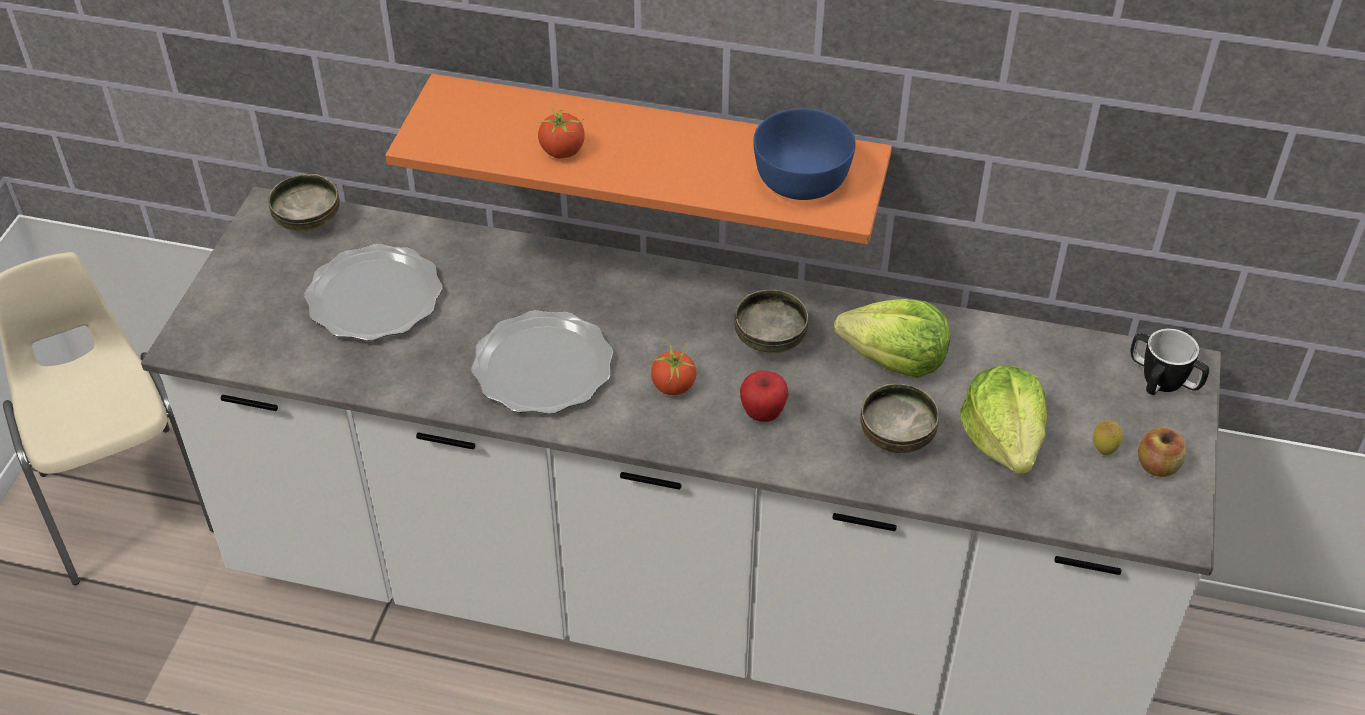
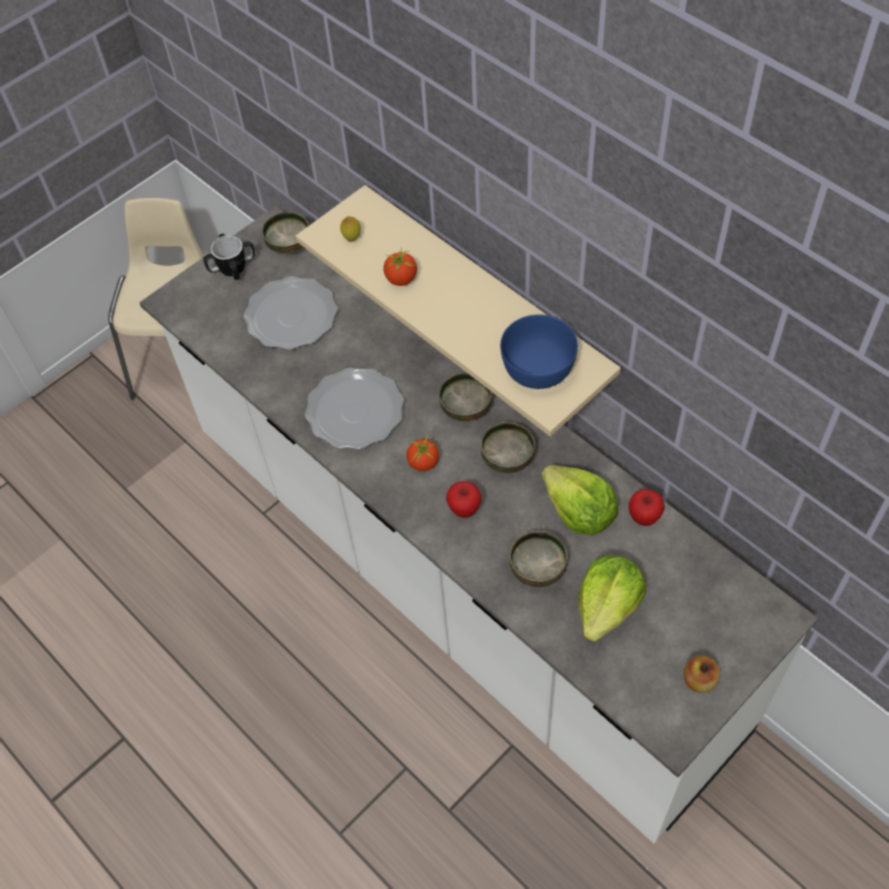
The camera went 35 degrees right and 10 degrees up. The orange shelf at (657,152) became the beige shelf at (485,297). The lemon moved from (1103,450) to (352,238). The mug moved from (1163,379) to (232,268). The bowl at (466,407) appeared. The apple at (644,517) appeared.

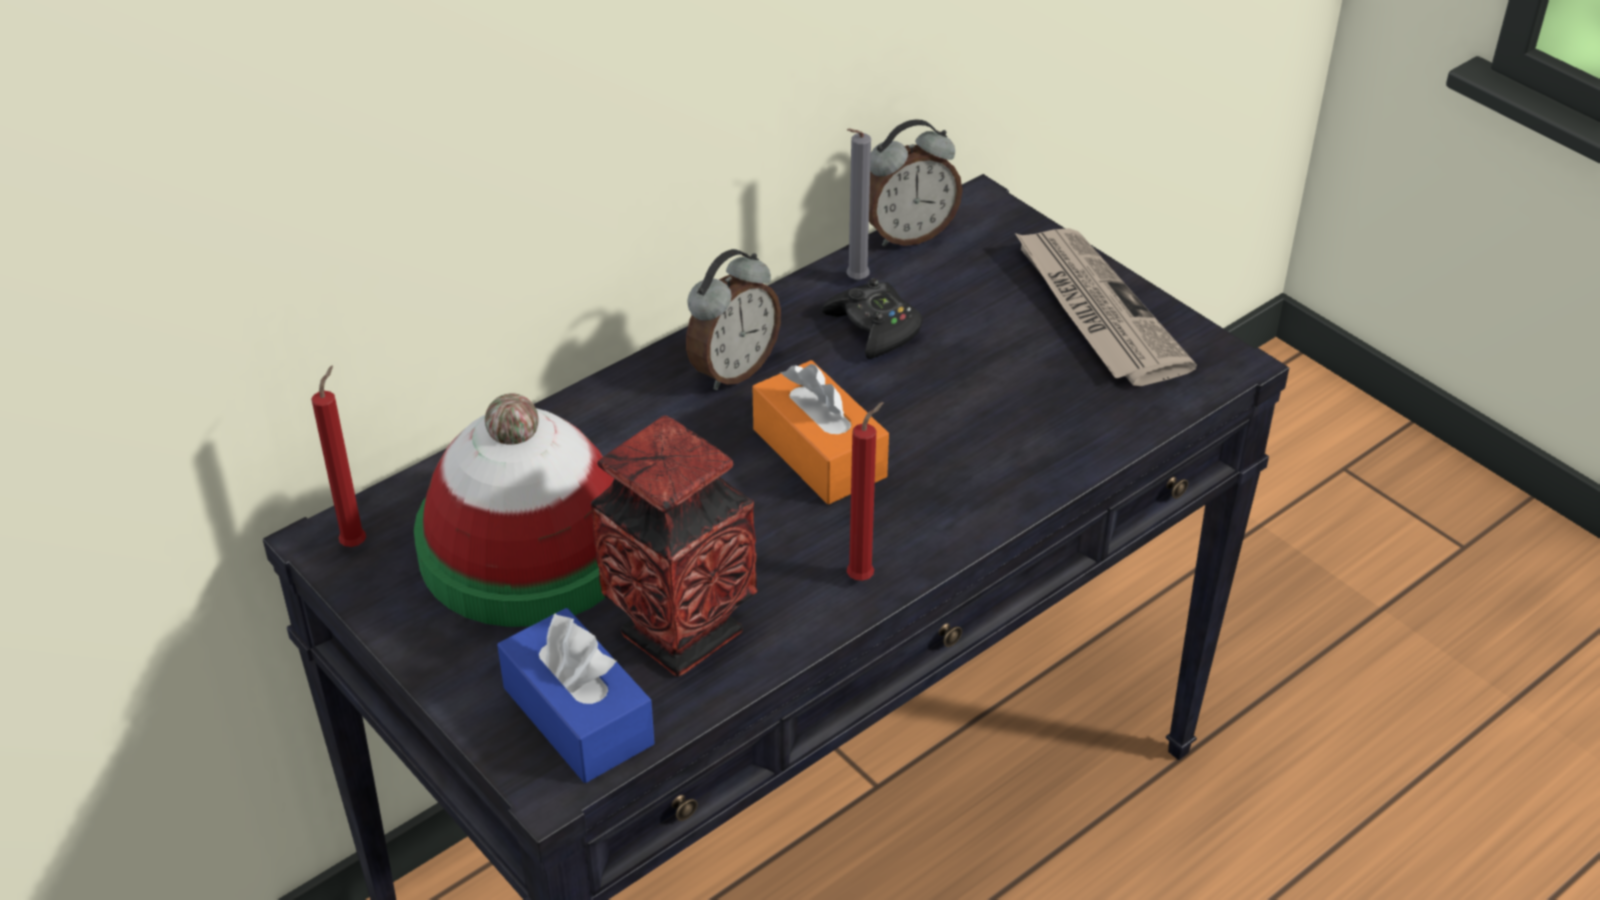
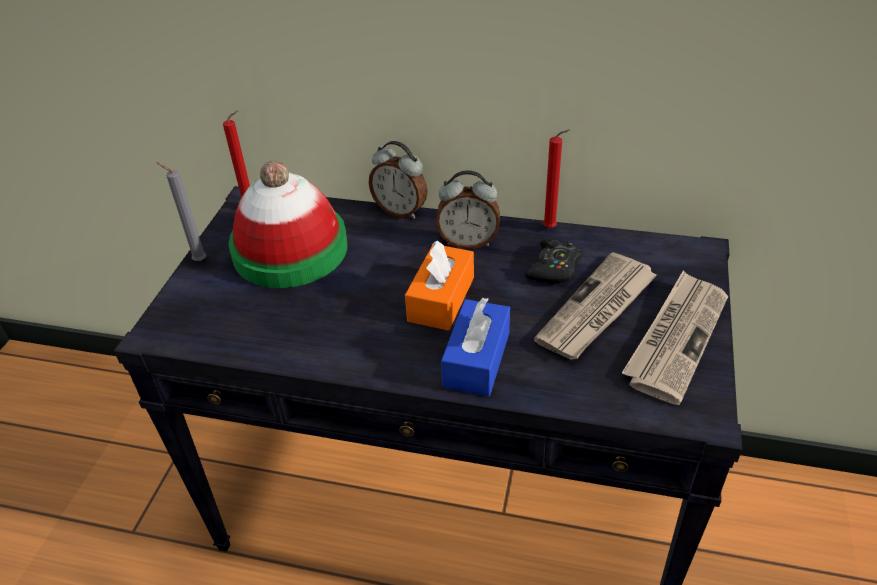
The camera went 55 degrees right and 0 degrees up. The blue tissue box moved from (578,716) to (476,359). The vase at (680,634) disappeared. The grey candle moved from (854,282) to (198,260). The red candle moved from (864,577) to (551,228). The alarm clock moved from (908,234) to (401,210). The newspaper at (597,310) appeared.

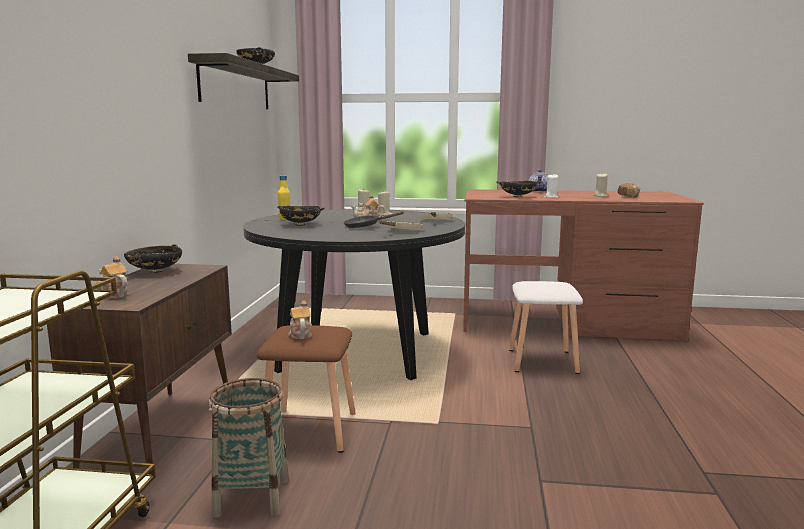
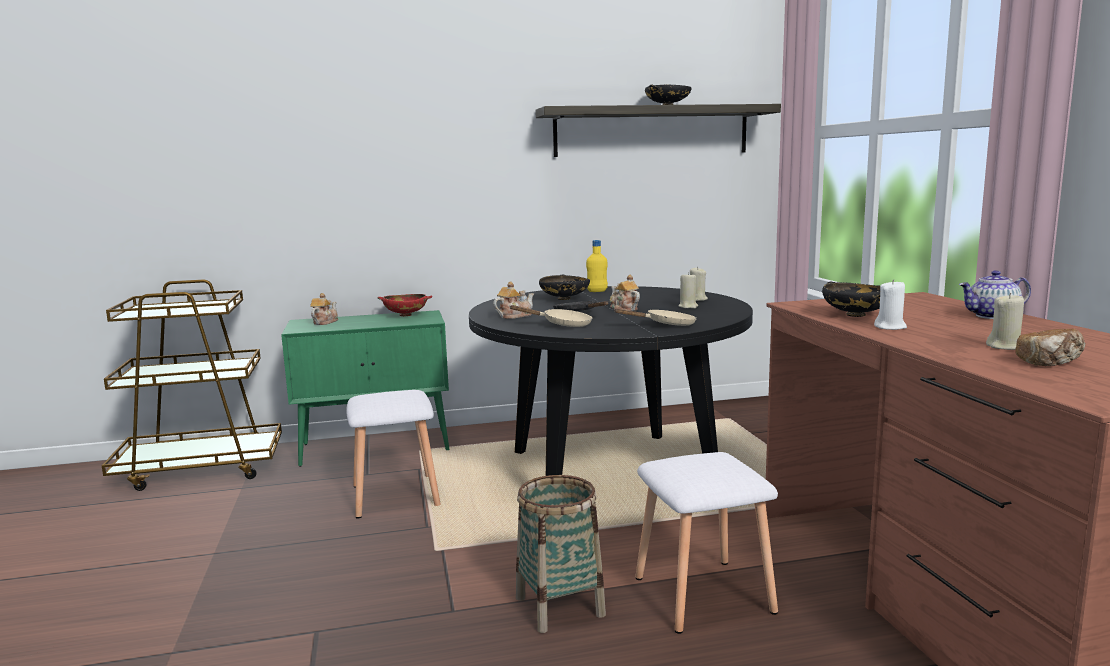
The camera went 70 degrees right and 0 degrees up. The brown cabinet at (162,430) became the green cabinet at (377,447). The black bowl at (154,271) became the red bowl at (405,315). The basket moved from (252,497) to (560,606). The brown stool at (308,431) became the white stool at (394,495). The teapot moved from (300,334) to (514,316).

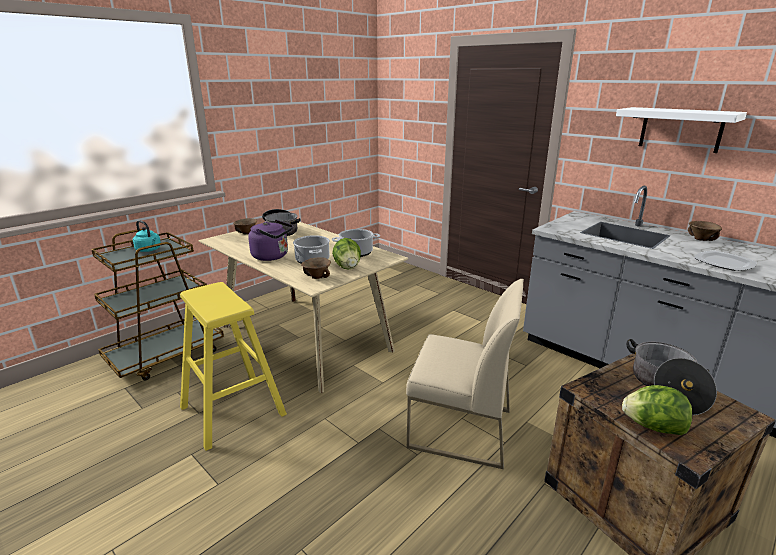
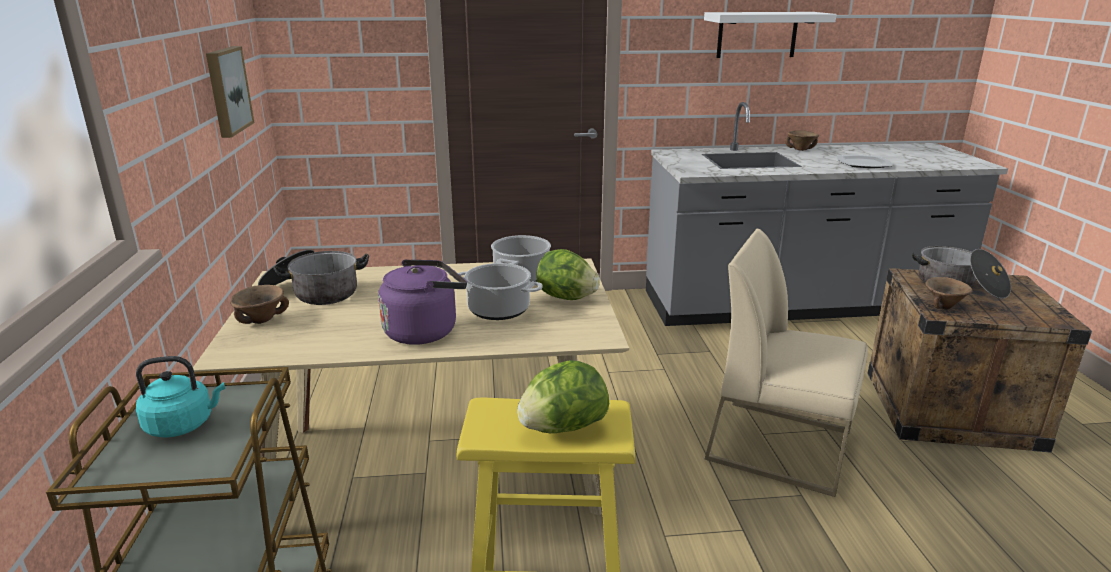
The camera went 50 degrees left and 0 degrees up. The brown bowl moved from (317,277) to (943,306). The beige chair at (459,429) turned 120 degrees counterclockwise. The lettuce moved from (652,427) to (563,428). The picture at (226,90) appeared.

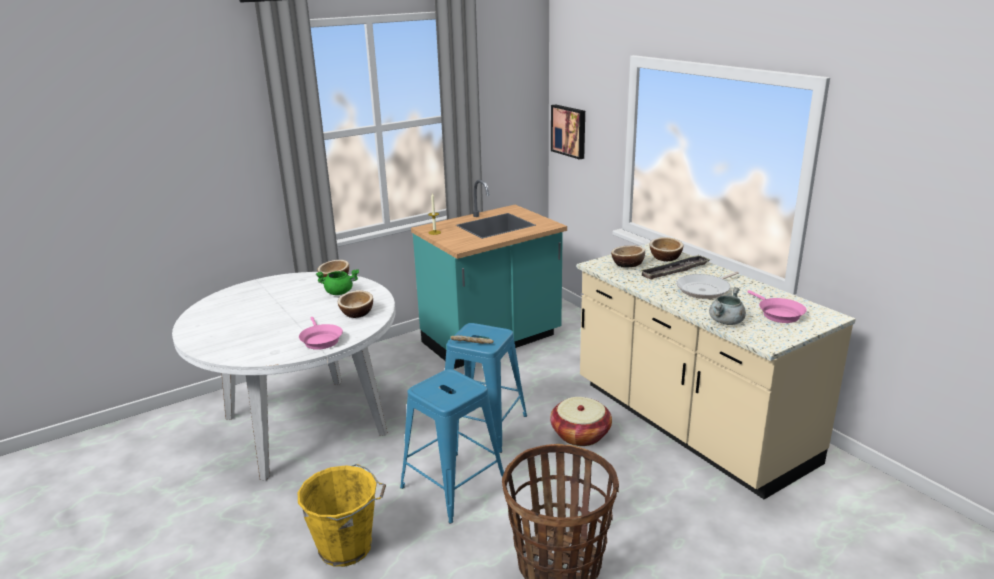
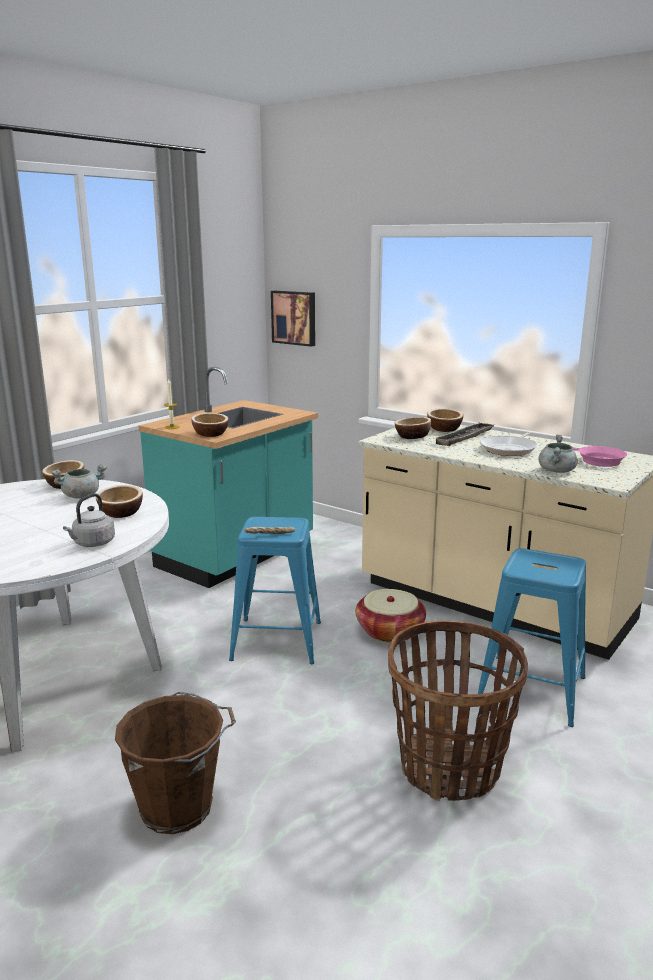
The camera went 20 degrees left and 5 degrees down. The yellow bucket at (348,547) became the brown bucket at (180,807). The pink frying pan at (320,340) was replaced by the grey kettle at (92,543). The green cooking pot at (339,292) became the grey cooking pot at (81,496). The blue stool moved from (454,486) to (532,689). The bowl at (210,434) appeared.

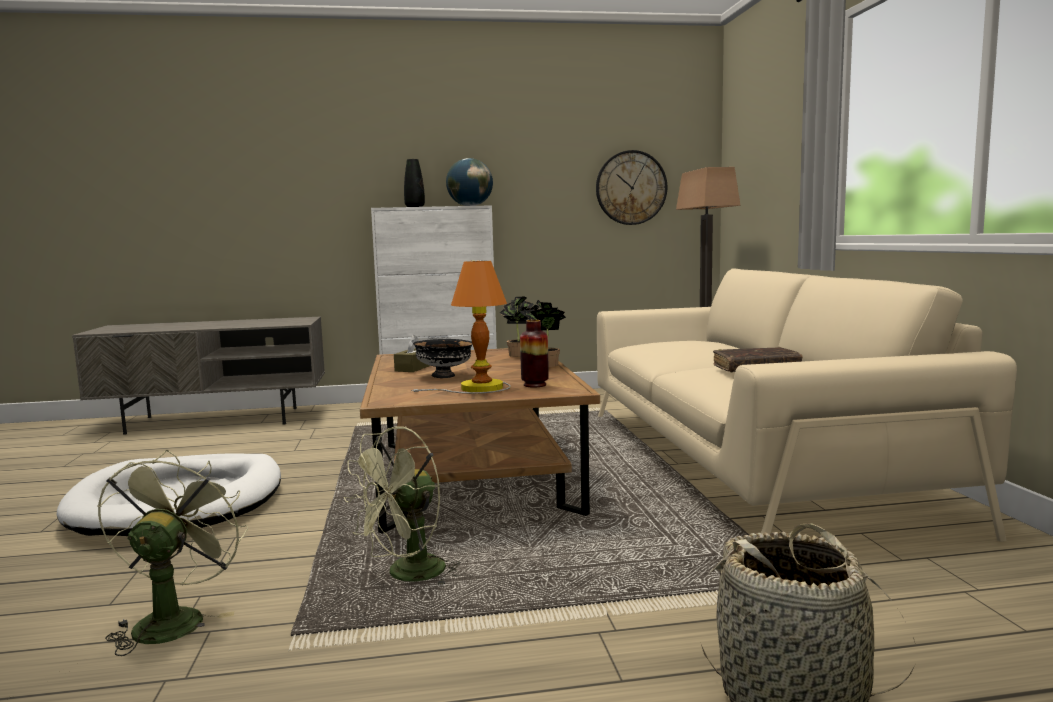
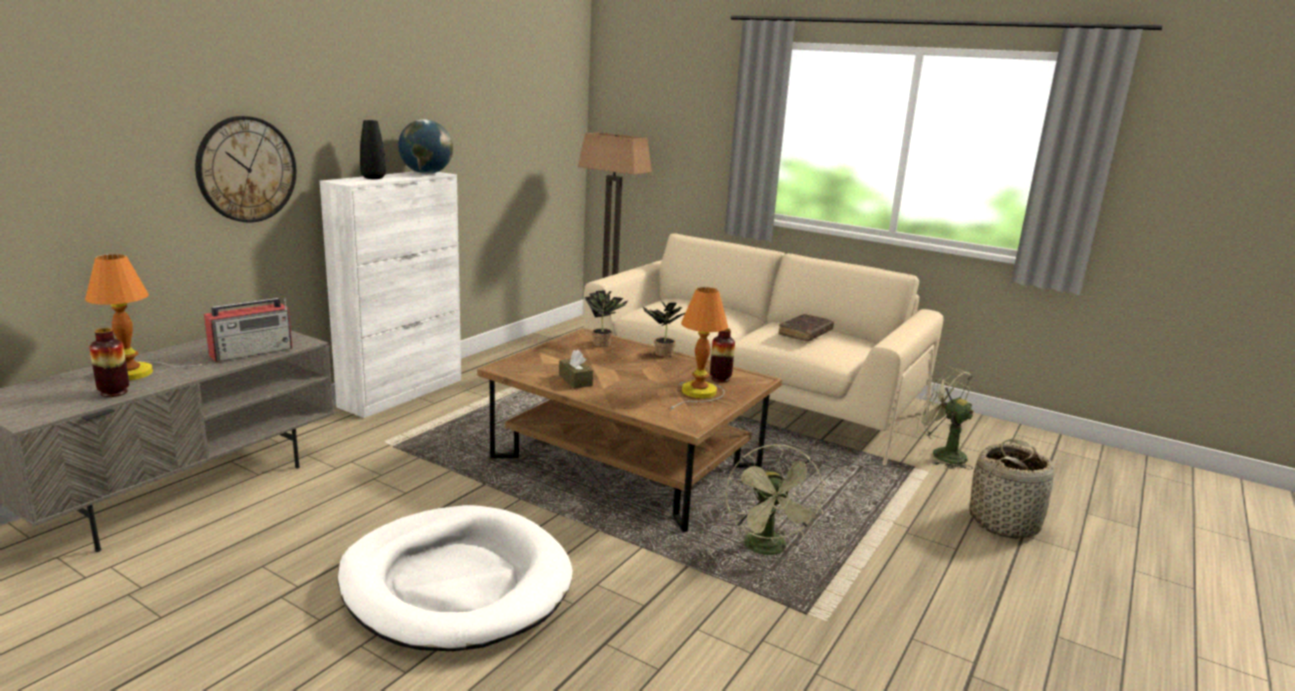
The camera went 50 degrees left and 10 degrees up. The green fan moved from (173,619) to (941,454). The black bowl at (444,376) disappeared. The wall clock moved from (631,188) to (246,169). The table lamp at (135,372) appeared. The vase at (114,392) appeared. The radio at (253,352) appeared.

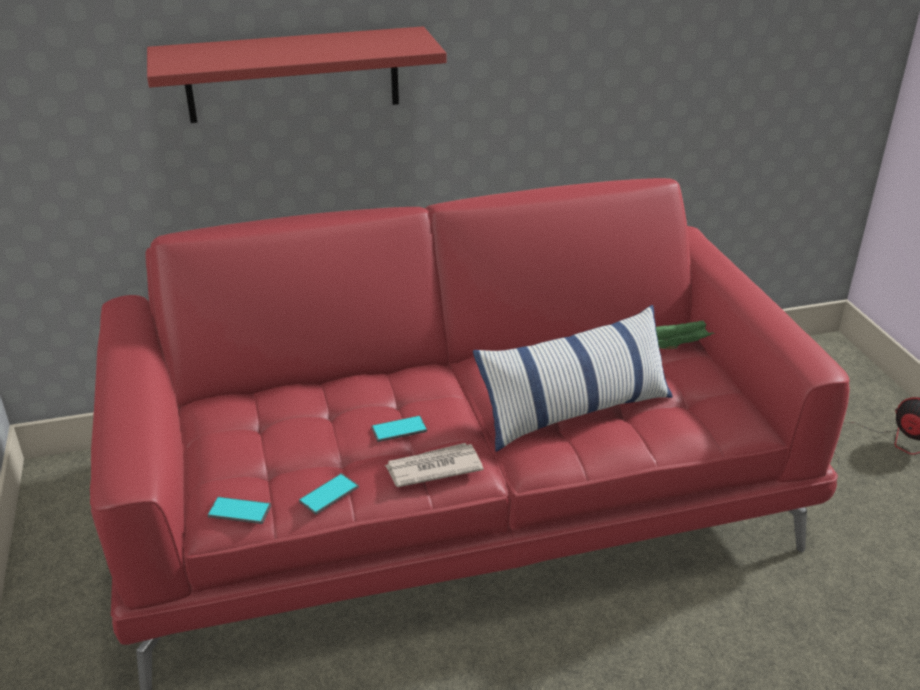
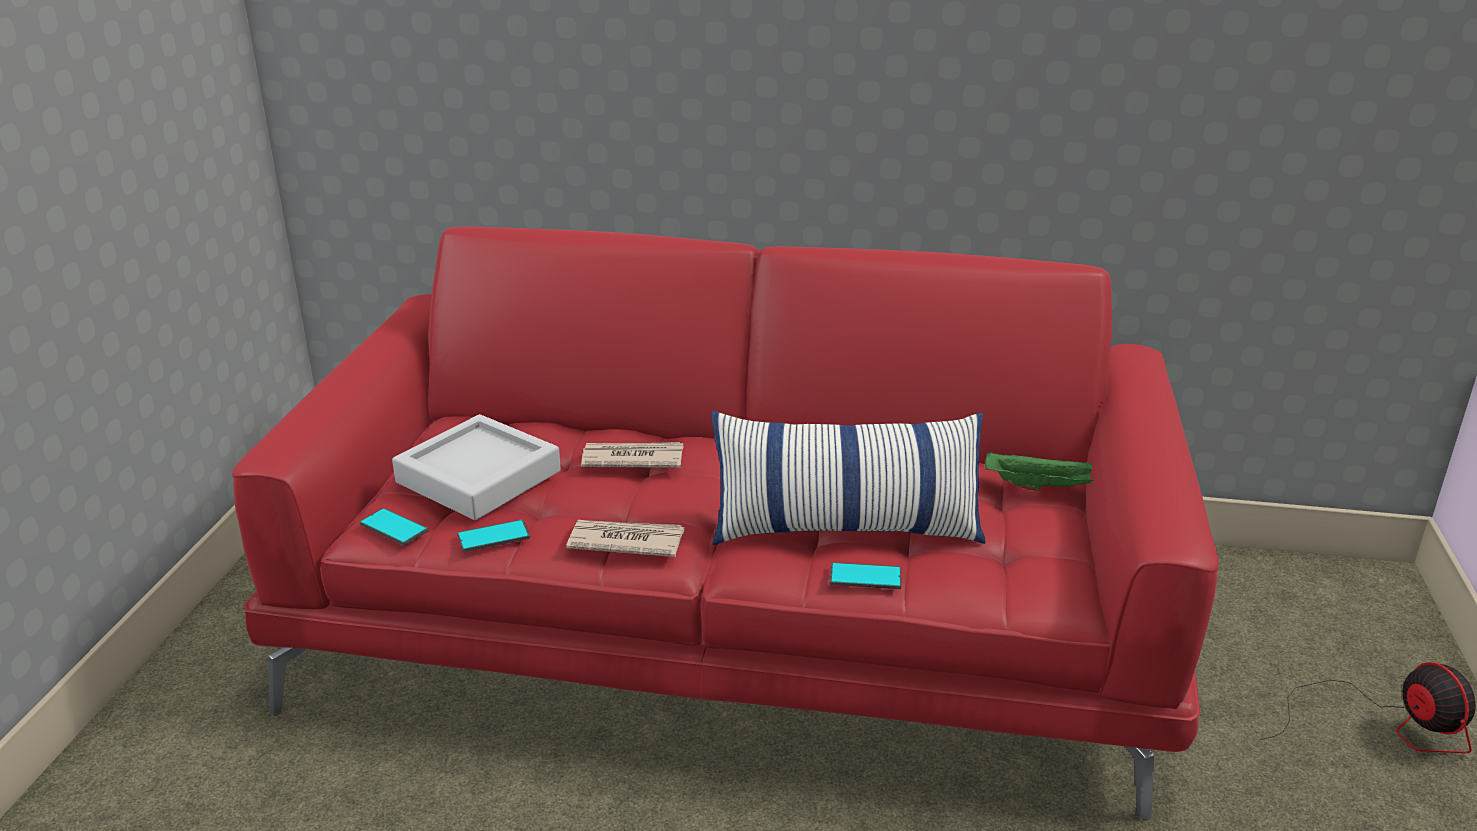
The camera went 25 degrees right and 5 degrees down. The red shelf at (293,75) disappeared. The phone moved from (399,429) to (865,577). The grey tray at (478,477) appeared. The newspaper at (631,459) appeared.

